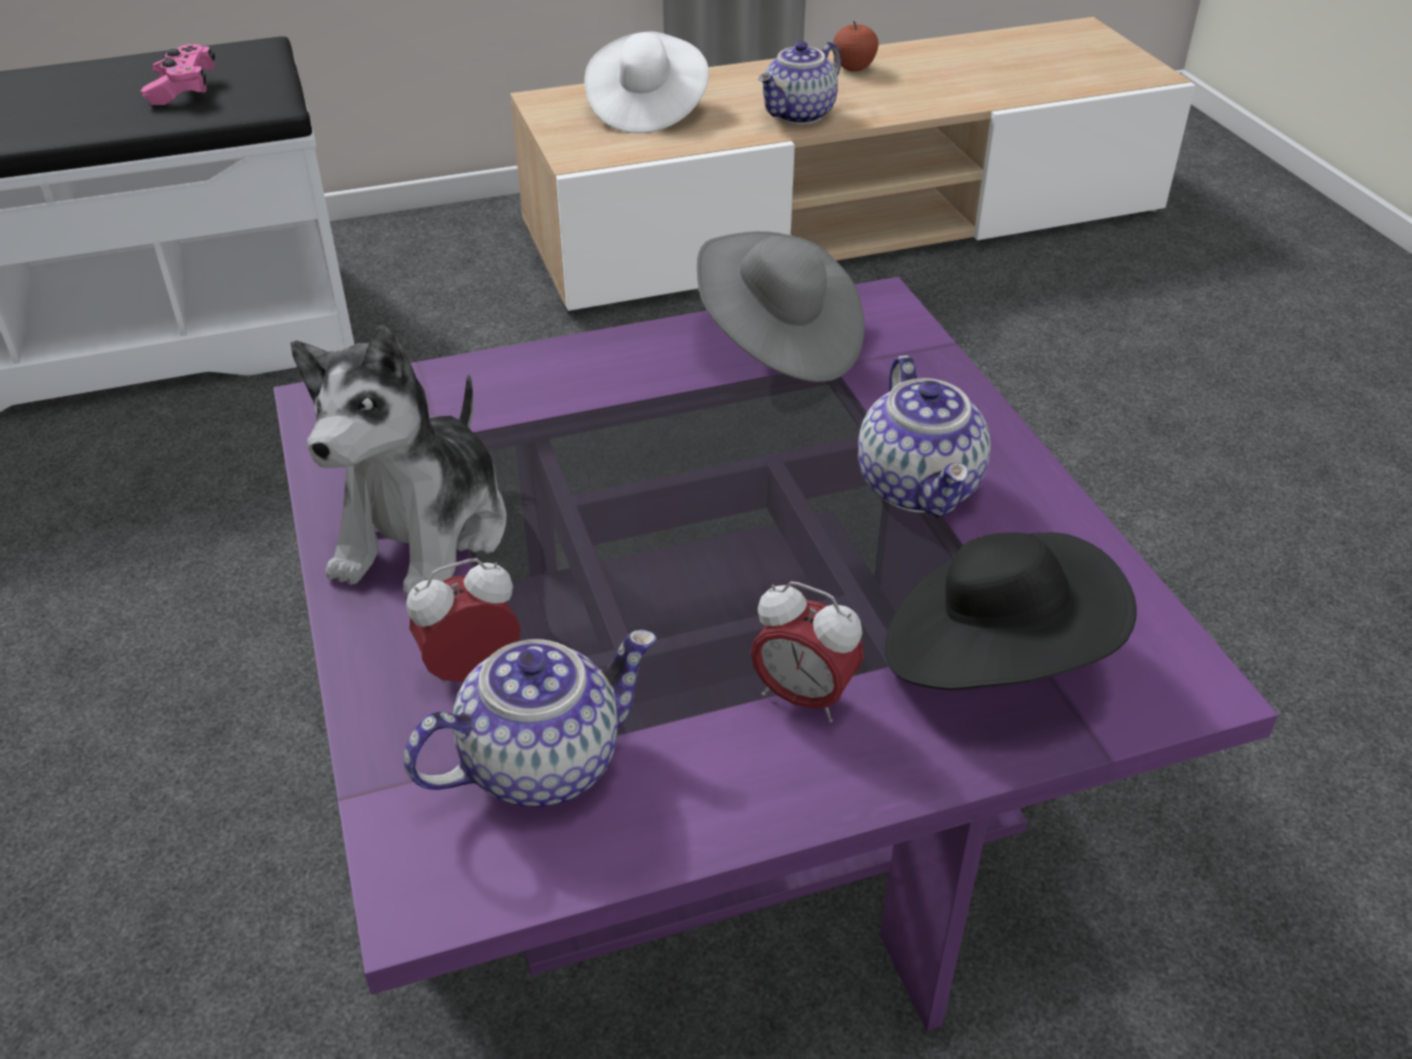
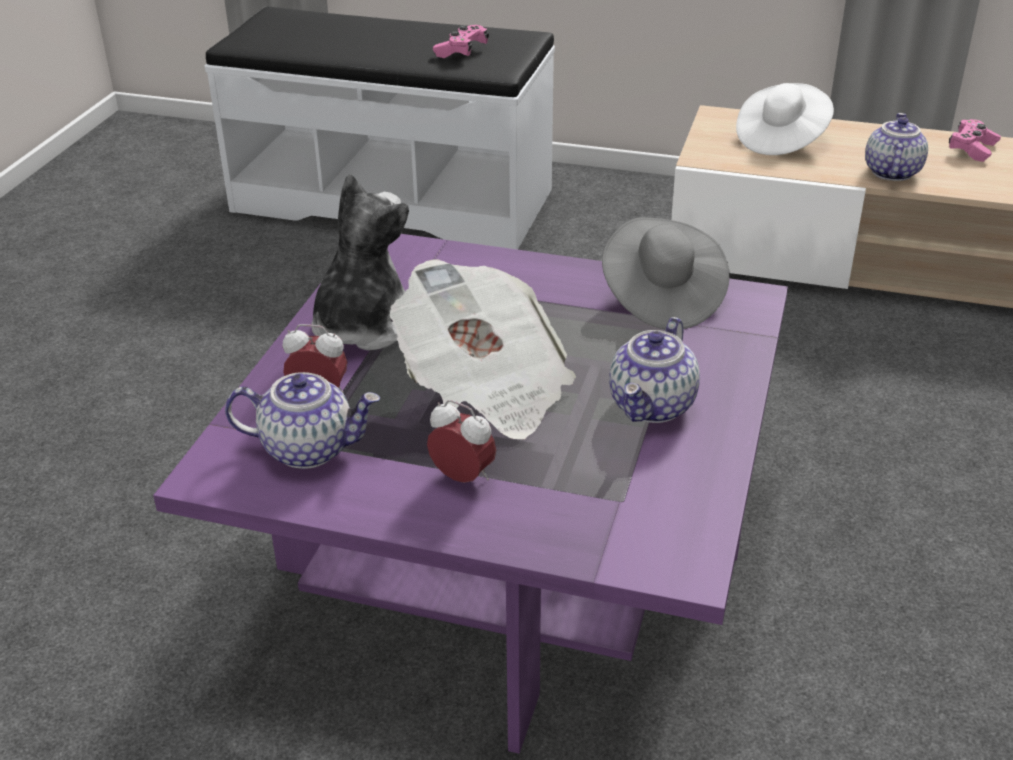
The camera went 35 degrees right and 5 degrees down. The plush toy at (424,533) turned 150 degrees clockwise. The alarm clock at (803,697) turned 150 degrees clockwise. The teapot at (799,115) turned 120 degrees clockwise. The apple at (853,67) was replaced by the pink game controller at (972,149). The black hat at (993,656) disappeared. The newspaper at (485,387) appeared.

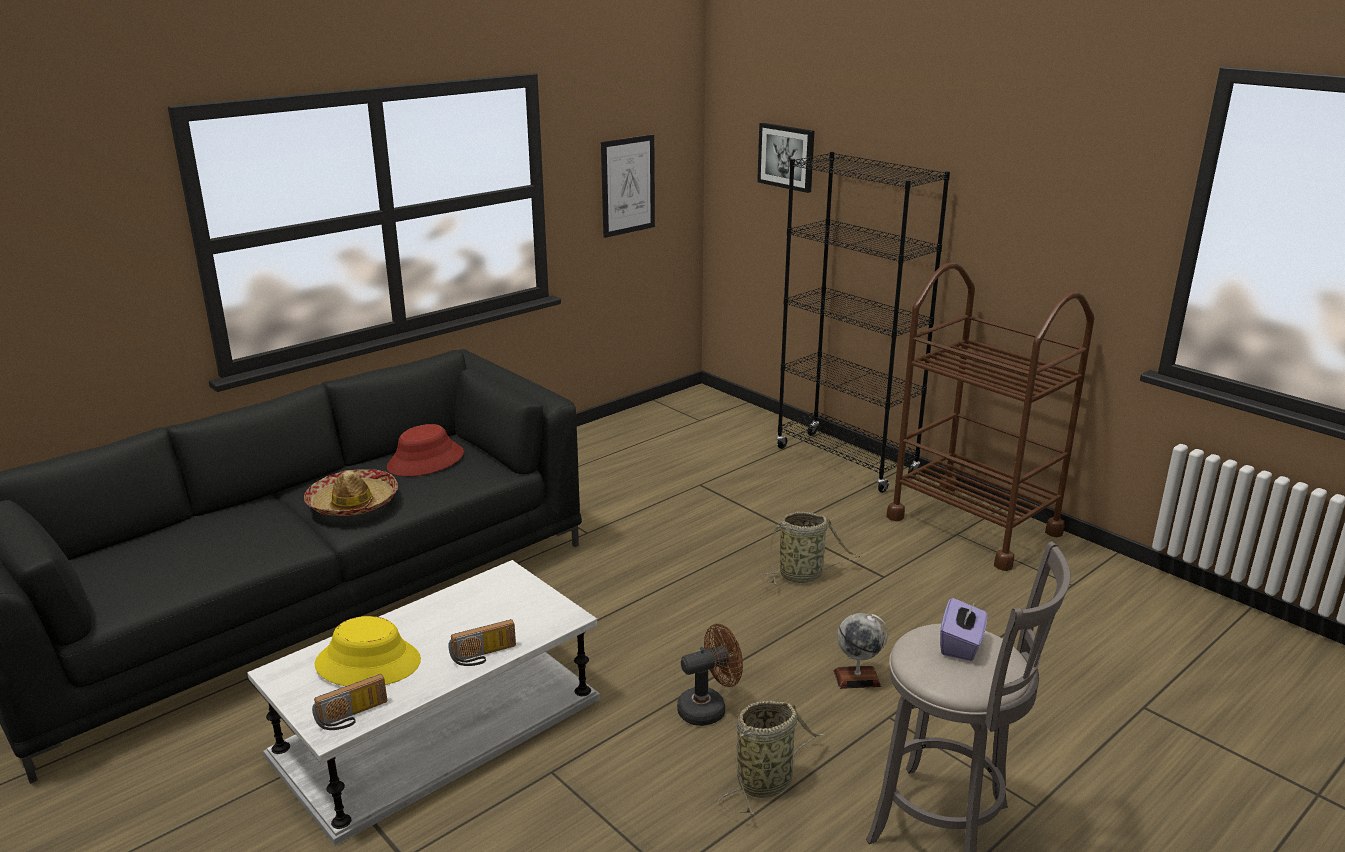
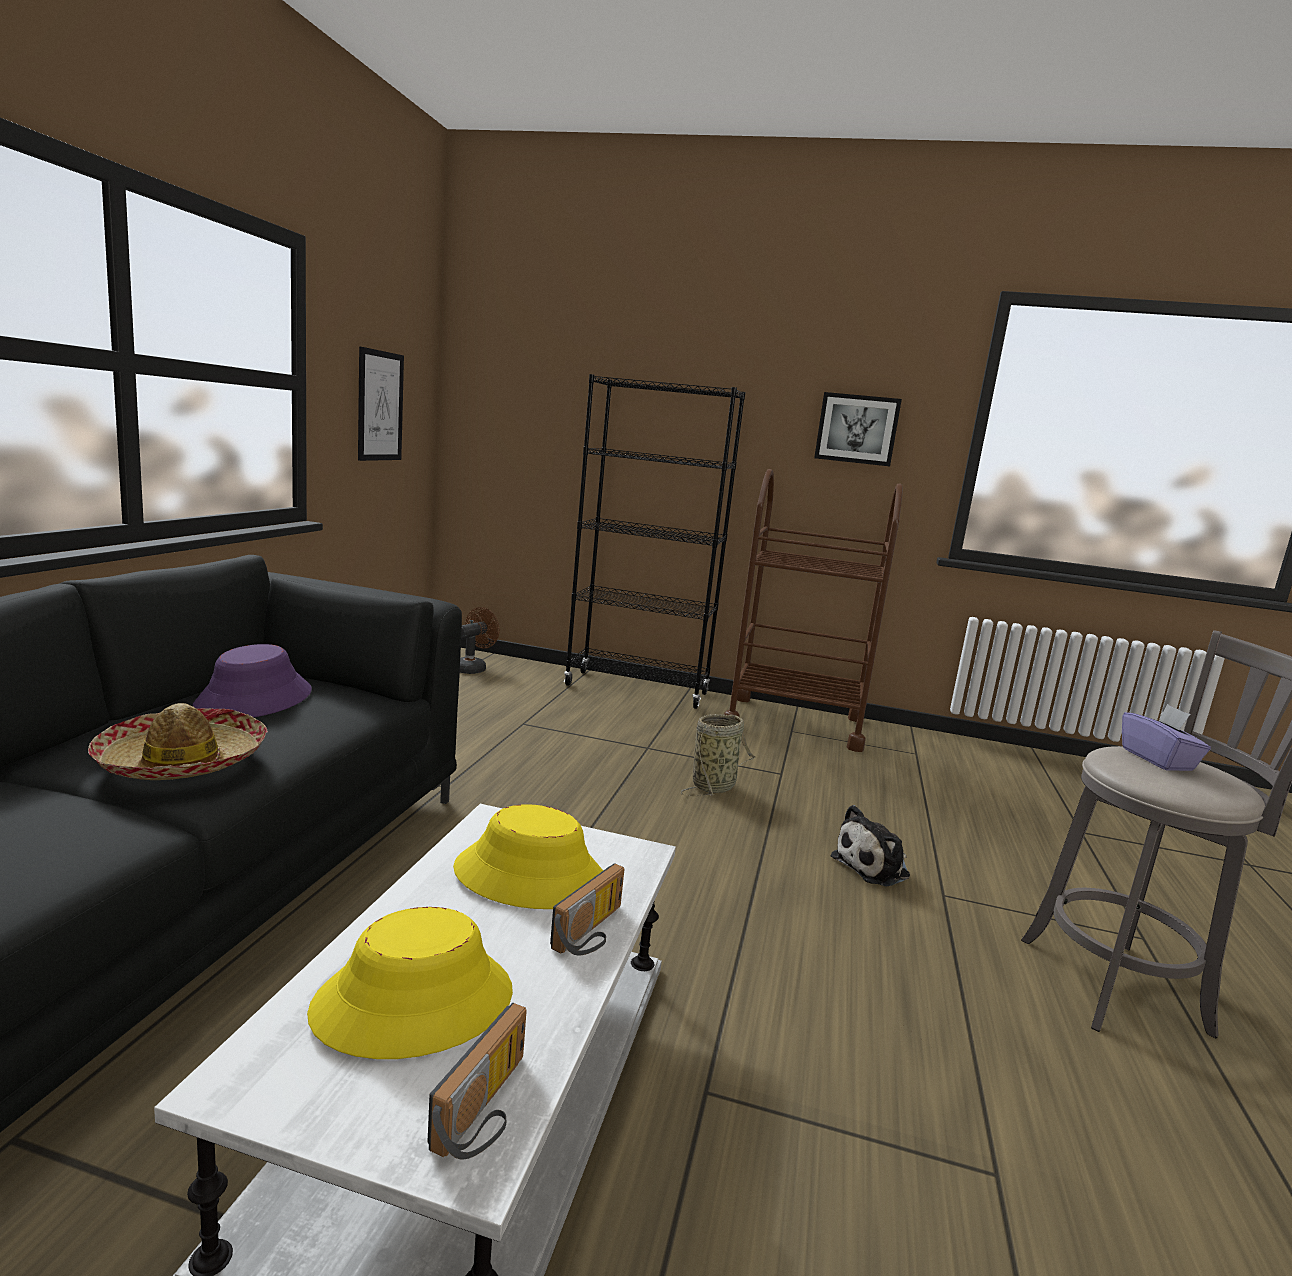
The camera went 35 degrees left and 10 degrees down. The red hat at (426,461) became the purple hat at (255,699). The brown fan moved from (709,708) to (473,668). The basket at (767,782) disappeared. The picture moved from (786,157) to (857,429). The globe at (857,678) was replaced by the plush toy at (874,867). The yellow hat at (530,875) appeared.

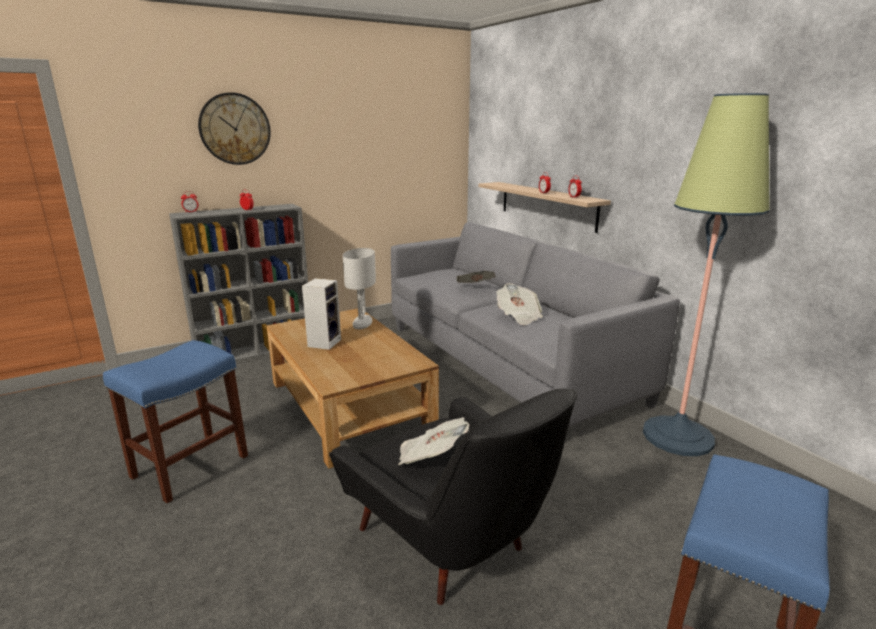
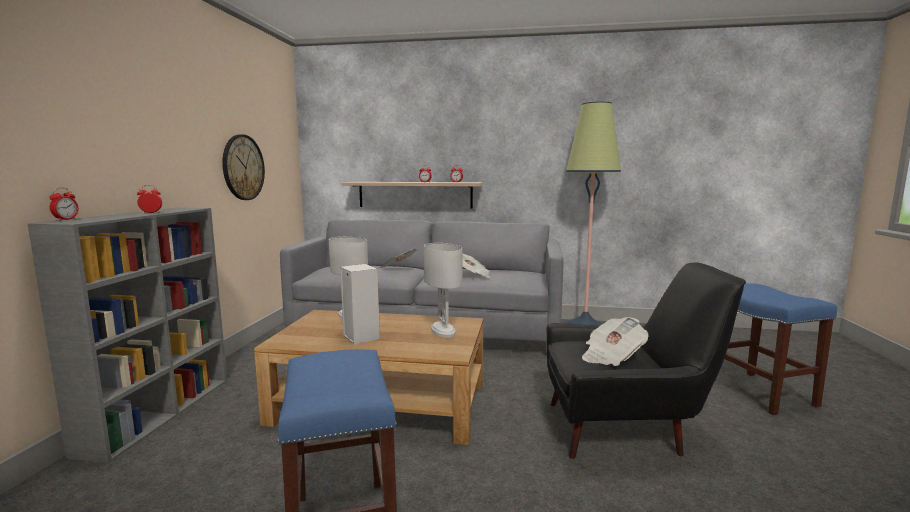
The camera went 50 degrees left and 10 degrees down. The wall clock moved from (235,129) to (243,167). The white table lamp at (442,331) appeared.

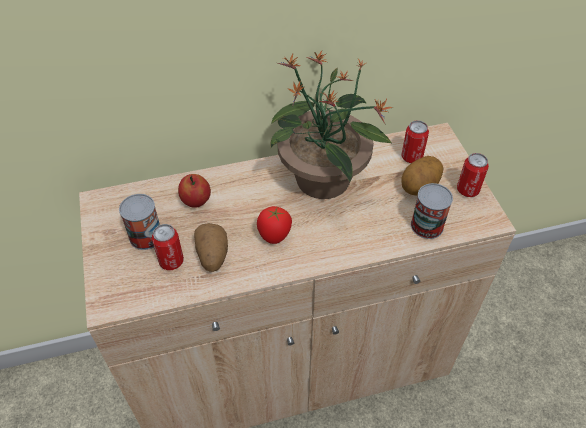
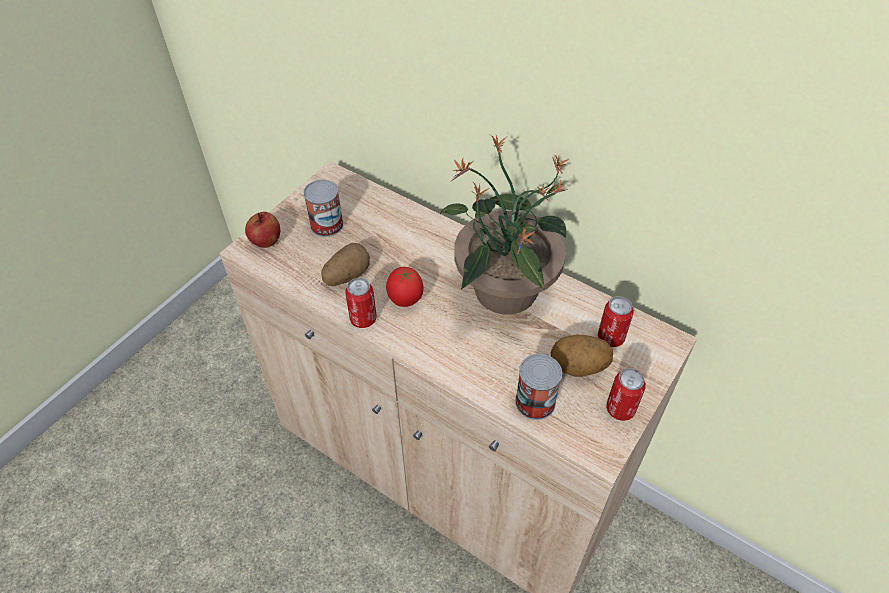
The camera went 50 degrees right and 0 degrees up. The can moved from (171,261) to (363,319). The apple moved from (196,201) to (266,242).

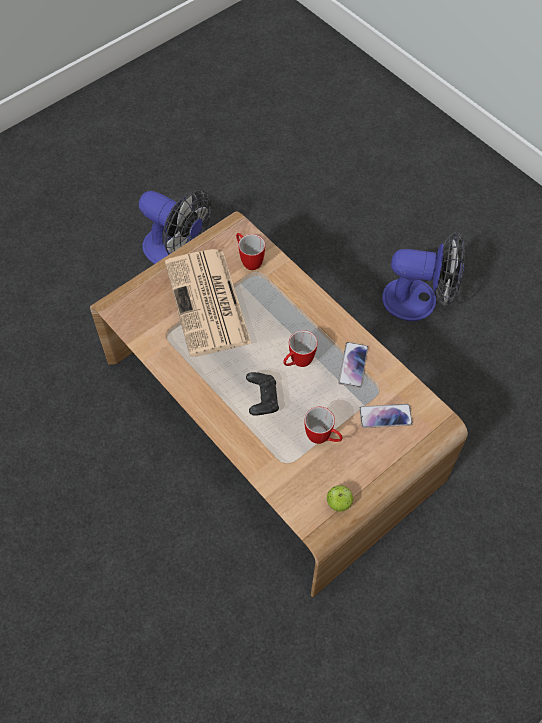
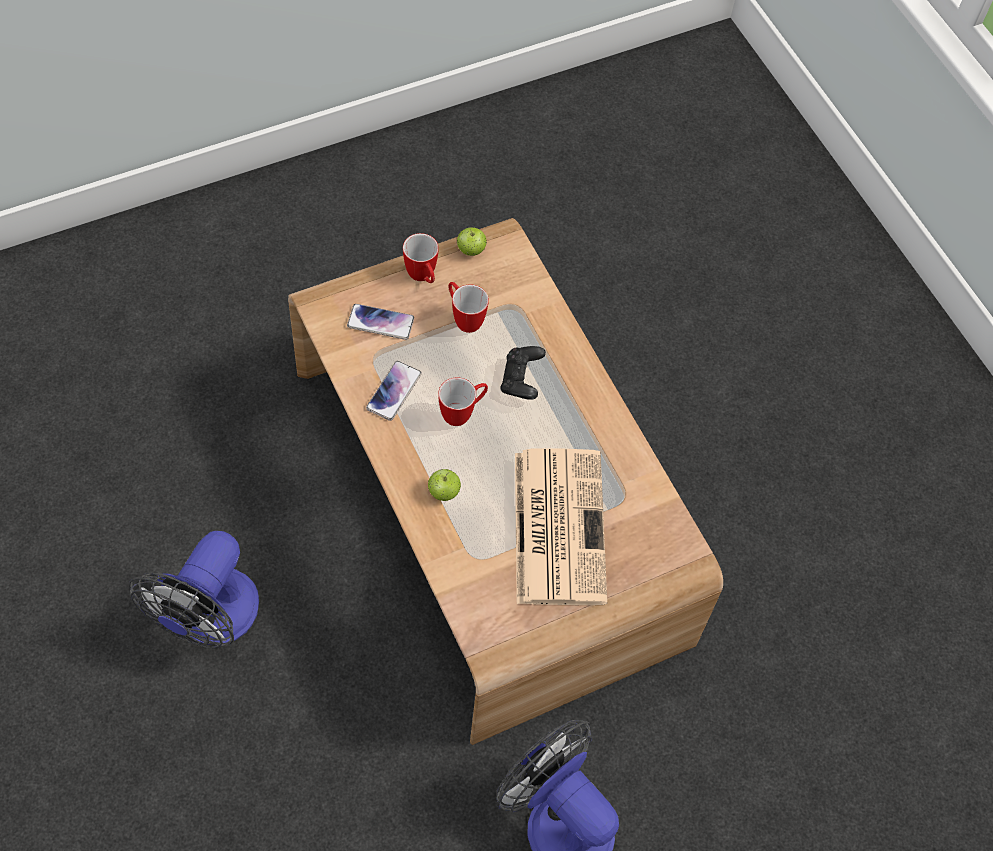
The camera went 170 degrees left and 0 degrees up. The mug moved from (248,260) to (423,277). The fan at (419,300) turned 90 degrees counterclockwise. The apple at (443,492) appeared.

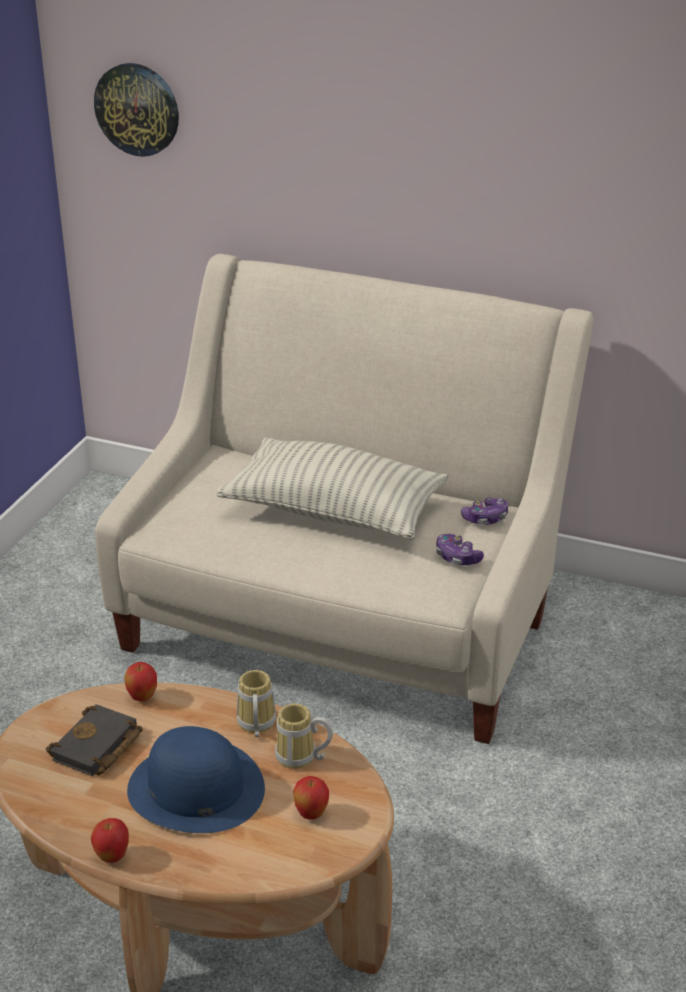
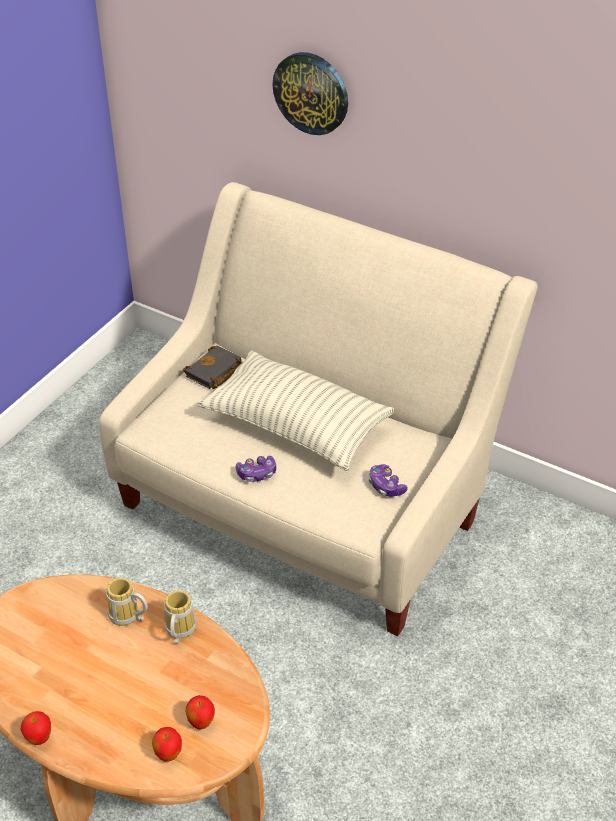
The camera went 10 degrees right and 10 degrees up. The black book moved from (97,748) to (214,372). The wall clock moved from (137,109) to (311,93). The apple moved from (142,697) to (168,754). The blue hat at (195,788) disappeared. The mug moved from (300,759) to (127,617). The game controller moved from (485,518) to (257,474).

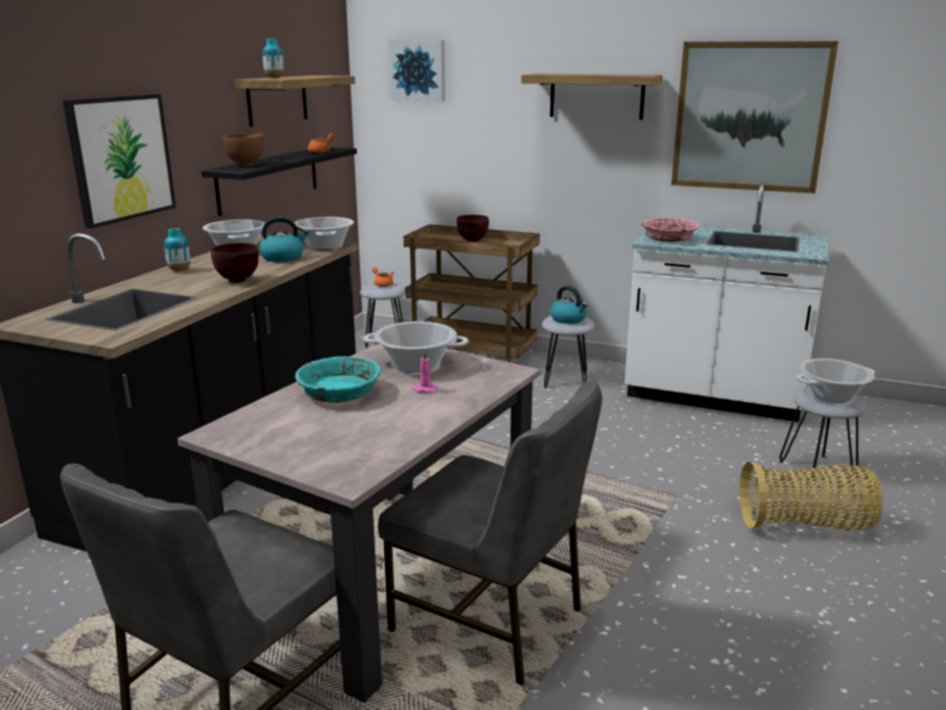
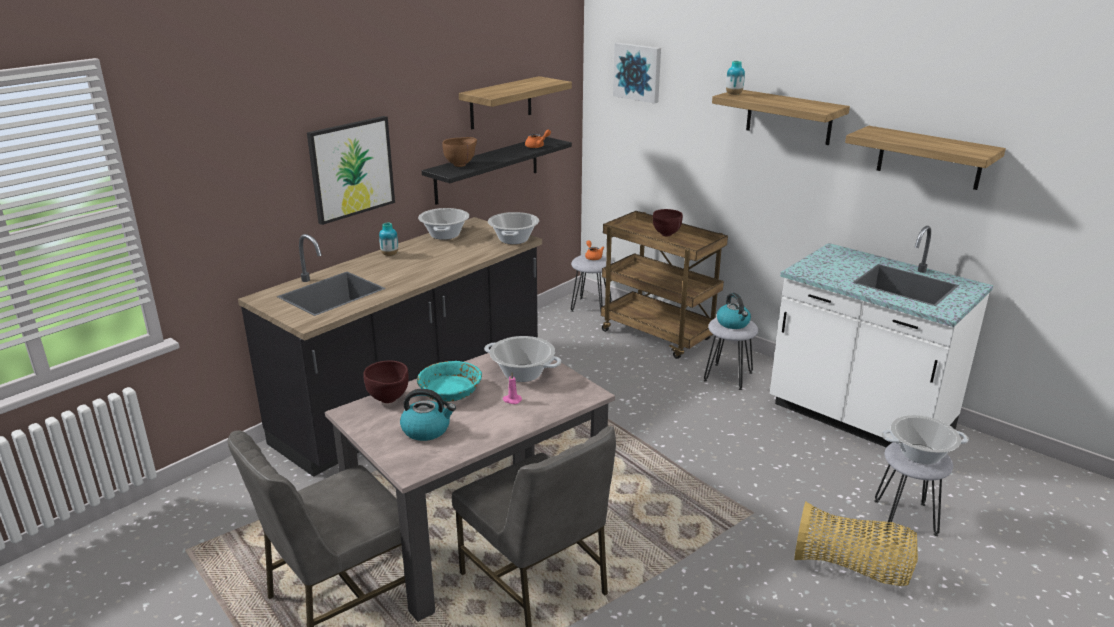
The camera went 20 degrees right and 5 degrees up. The brown bowl moved from (239,281) to (389,400). The kettle moved from (283,257) to (427,430). The vase moved from (274,78) to (734,94). The pink bowl at (668,239) disappeared. The picture at (750,117) was replaced by the shelf at (929,158).

